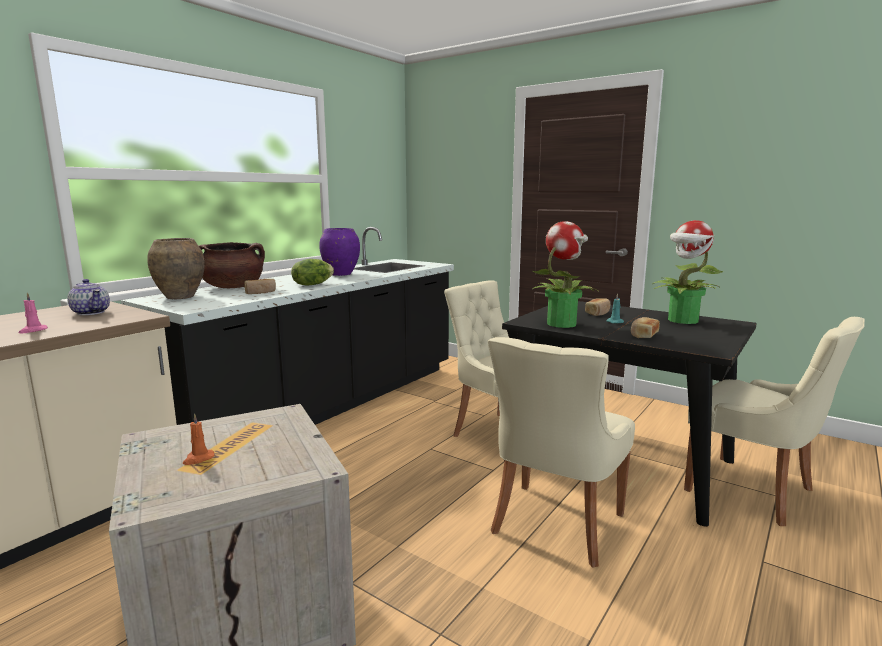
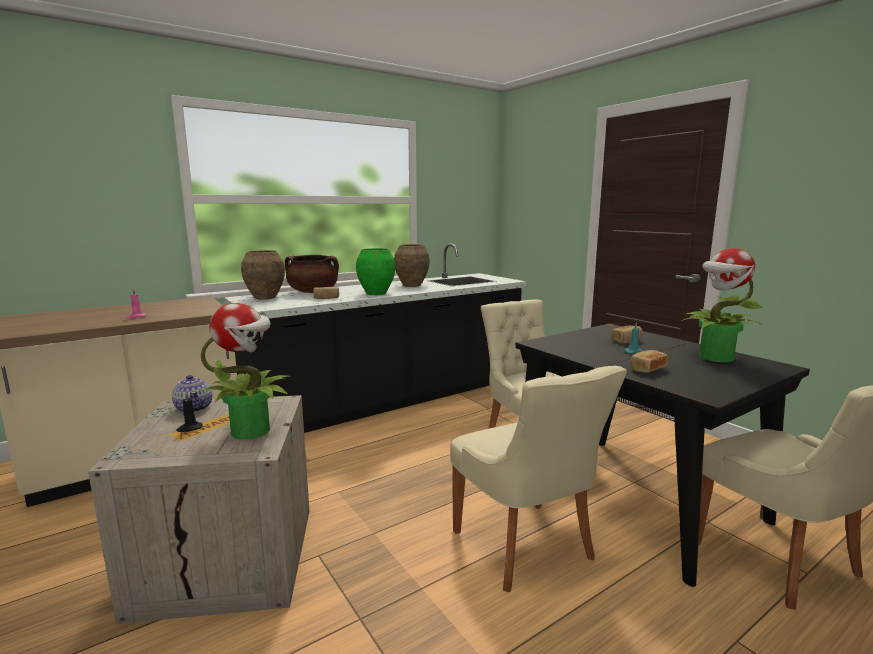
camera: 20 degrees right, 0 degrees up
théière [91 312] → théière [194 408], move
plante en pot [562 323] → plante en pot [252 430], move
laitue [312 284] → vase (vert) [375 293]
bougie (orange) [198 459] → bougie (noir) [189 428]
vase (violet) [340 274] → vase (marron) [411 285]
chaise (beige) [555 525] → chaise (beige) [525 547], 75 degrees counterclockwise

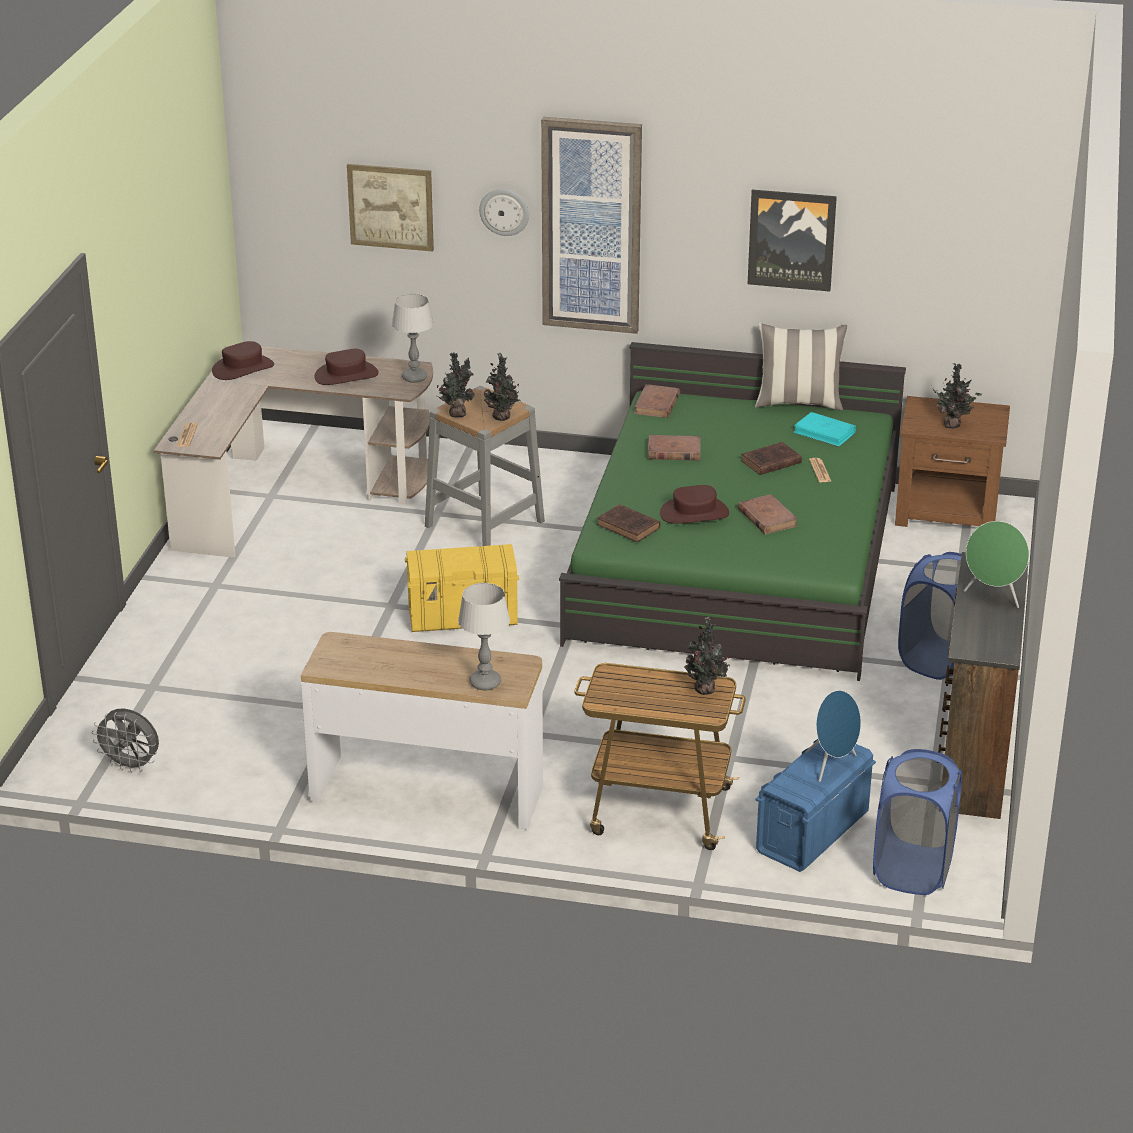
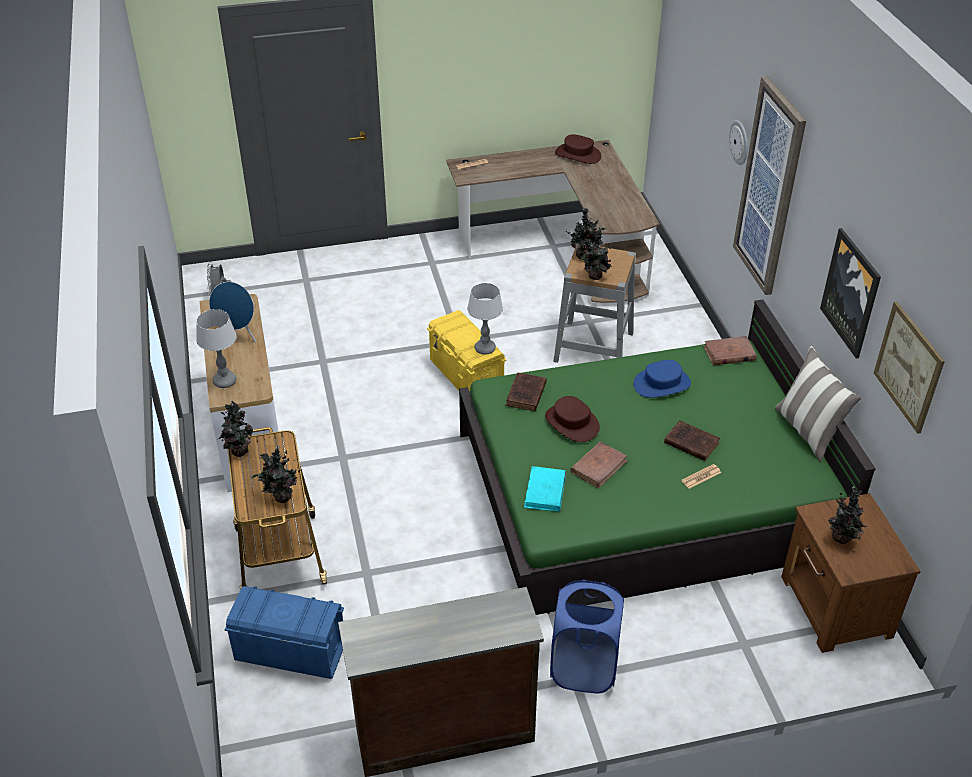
camera: 65 degrees right, 10 degrees up
chapeau (marron) [346 375] → -
panier à linge (bleu) [913 870] → -
enceinte (vert) [993 596] → -
- → plante en pot [238 451]
tableau [390 207] → tableau [908 367], move
lampe de table [414 377] → lampe de table [485 348], move
livre (turquoise) [824 432] → livre (turquoise) [545 491], move
enceinte (bleu) [832 765] → enceinte (bleu) [238 335], move
livre (marron) [673 451] → chapeau (bleu) [662 384]

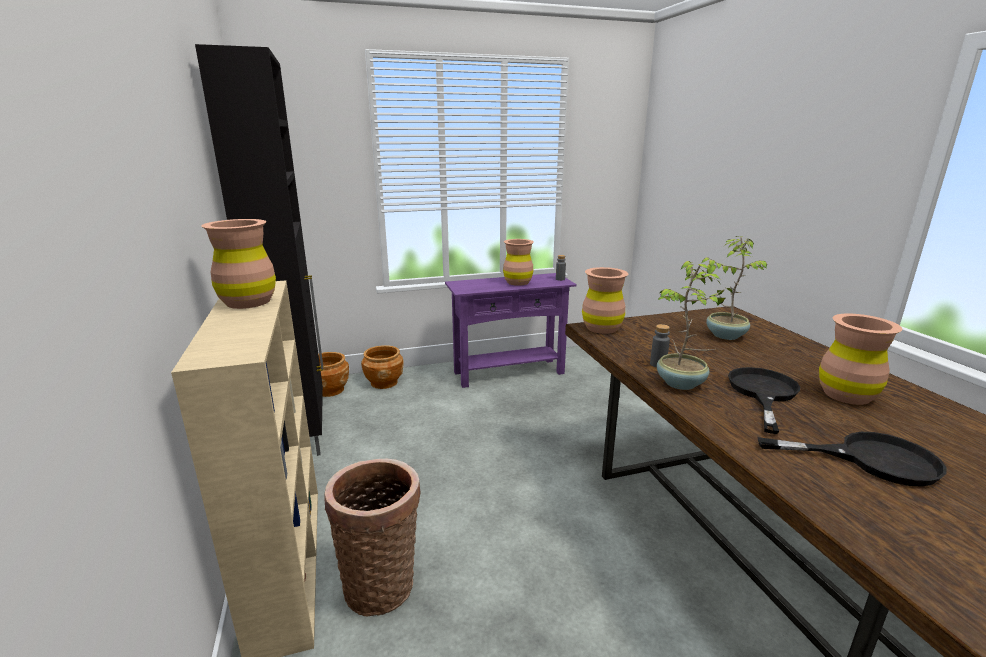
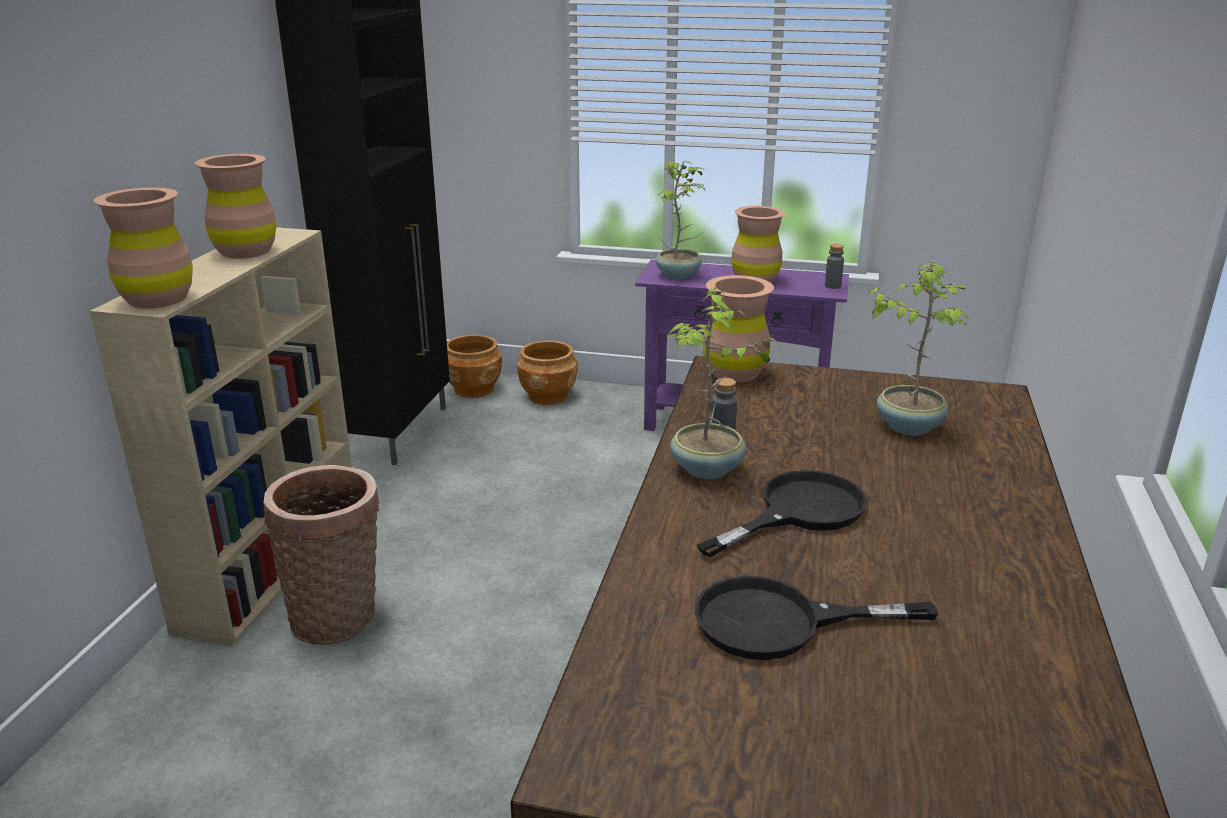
camera: 30 degrees right, 5 degrees up
- → plante en pot [679 275]
vase (marron) [846 395] → vase (marron) [157 299], move
poêle (noir) [870 459] → poêle (noir) [780 622], 135 degrees clockwise

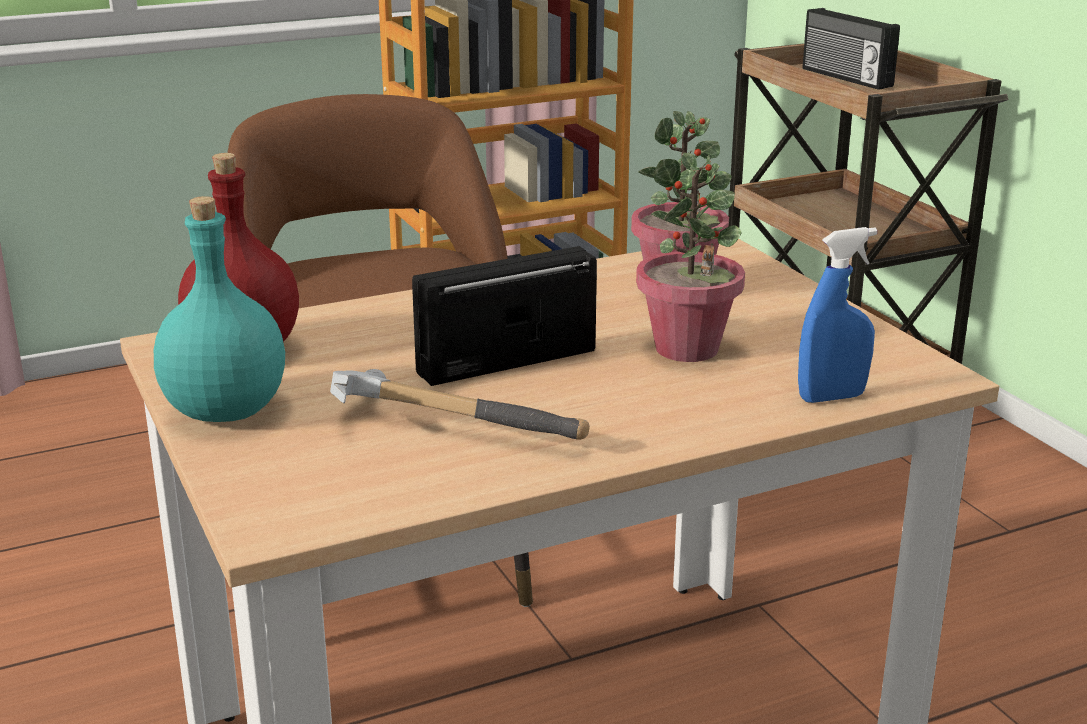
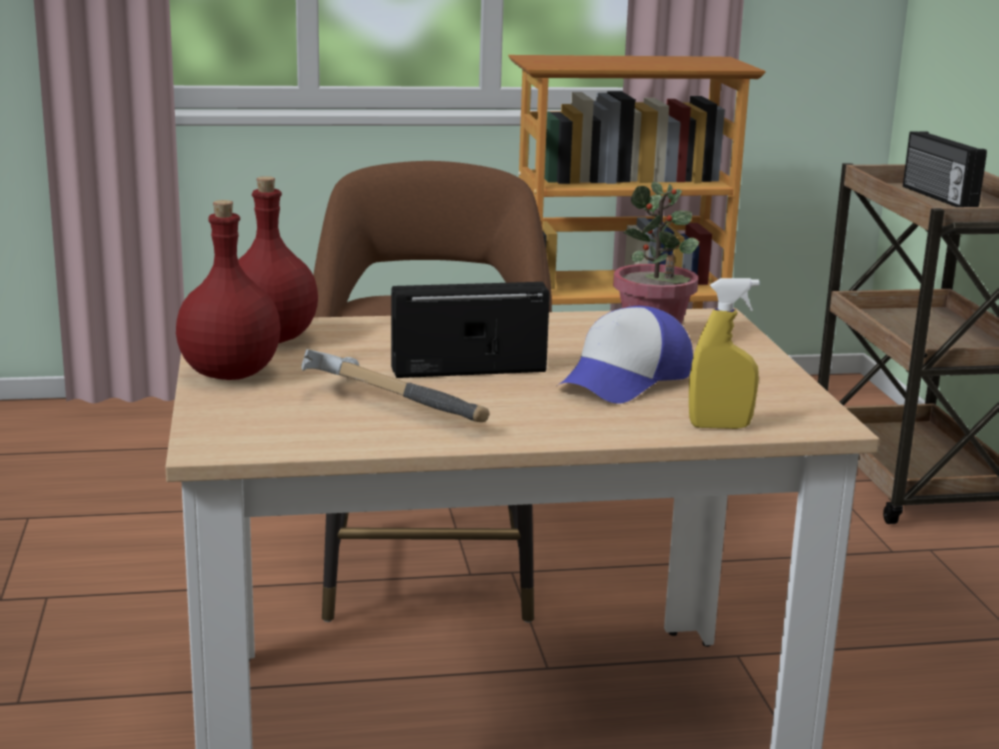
camera: 15 degrees right, 5 degrees down
plante en pot [687 349] → casquette [625 380]
bouteille (turquoise) [223 410] → bouteille (rouge) [229 373]
vaporisateur (bleu) [831 397] → vaporisateur (jaune) [719 426]

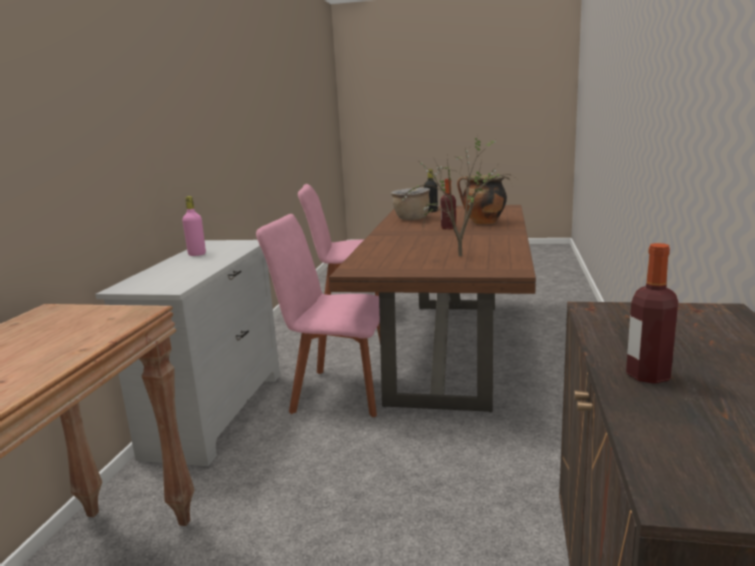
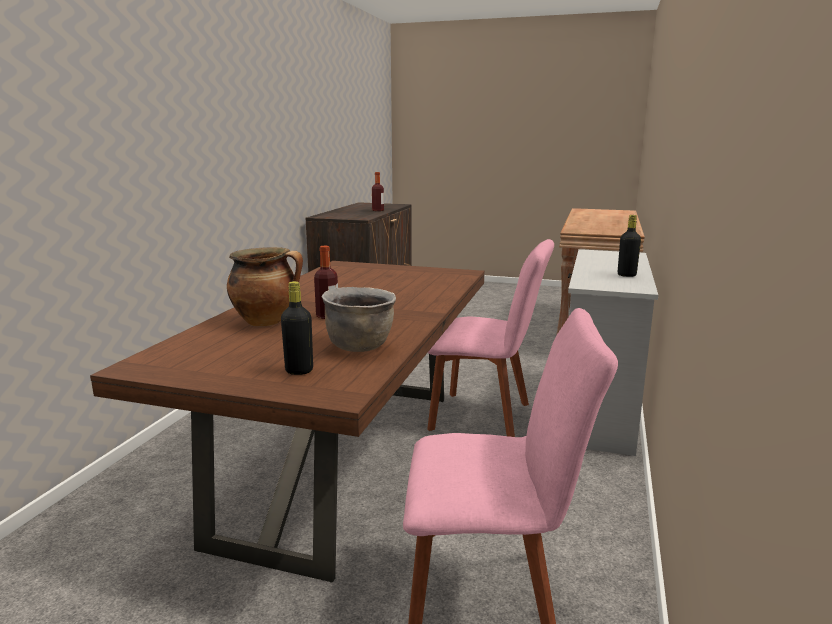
camera: 175 degrees left, 0 degrees up
plante en pot [459 254] → -
bouteille (rose) [197 254] → bouteille (noir) [626 275]

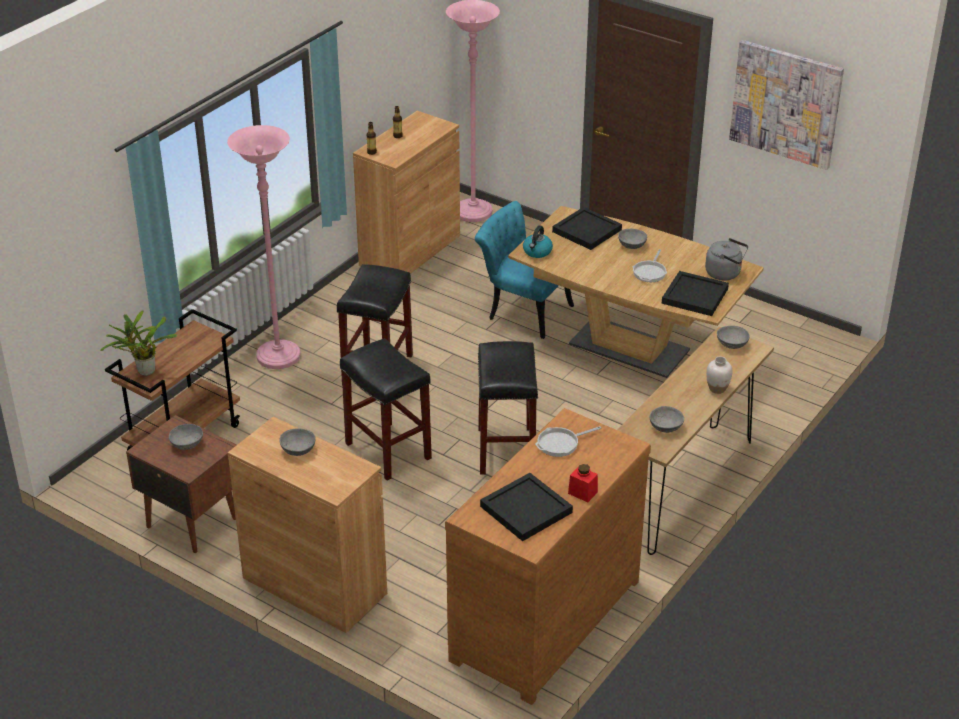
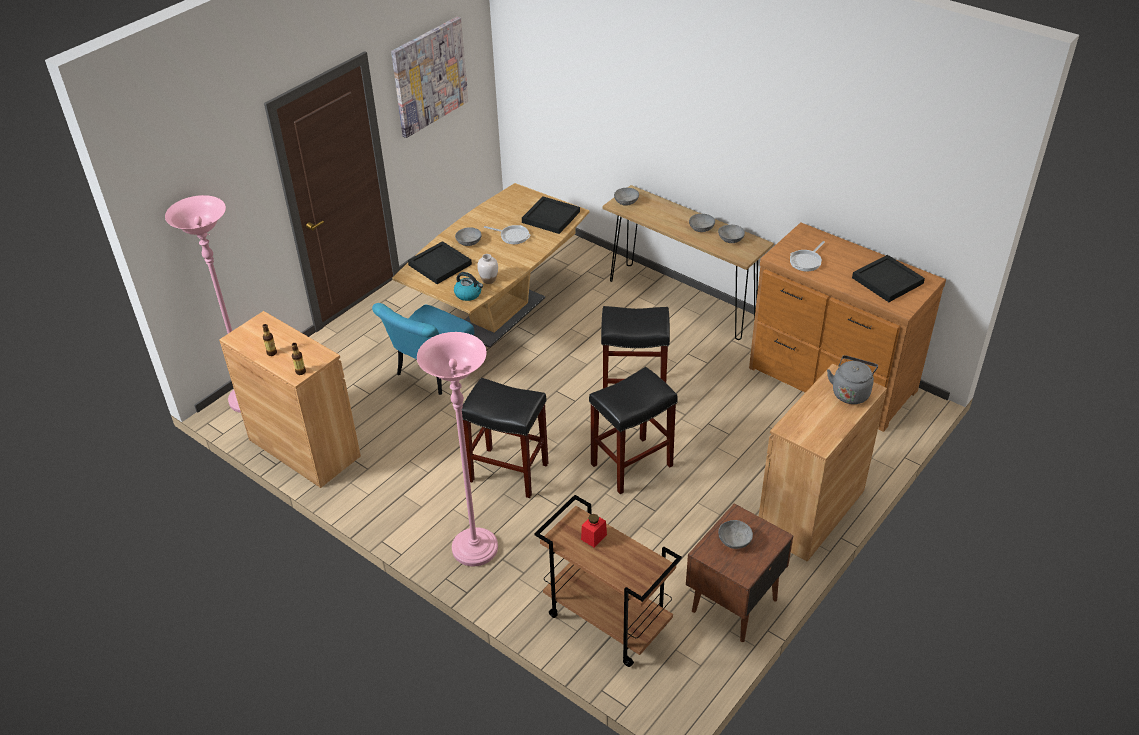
camera: 85 degrees left, 5 degrees up
plante en pot [144 371] → -
bol (gris) [297 450] → bol (gris) [701 228], move
bocal (rouge) [582 493] → bocal (rouge) [594 537], move
bouilloire (gris) [725 273] → bouilloire (gris) [851 392], move
vase (blanc) [717 389] → vase (blanc) [488 280], move
poêle [561 443] → poêle [806 261], 60 degrees clockwise

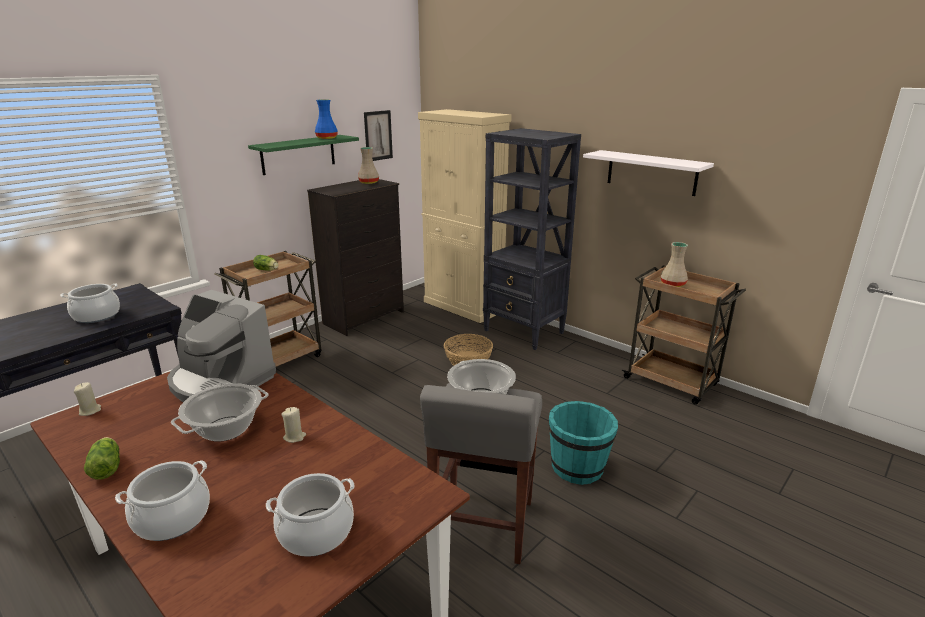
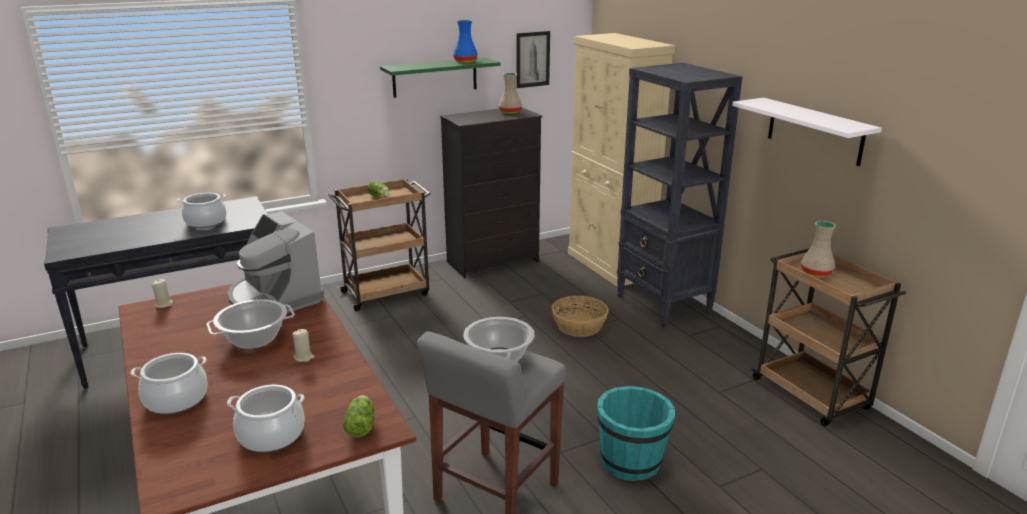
camera: 20 degrees right, 0 degrees up
laitue [107 466] → laitue [361 425], move

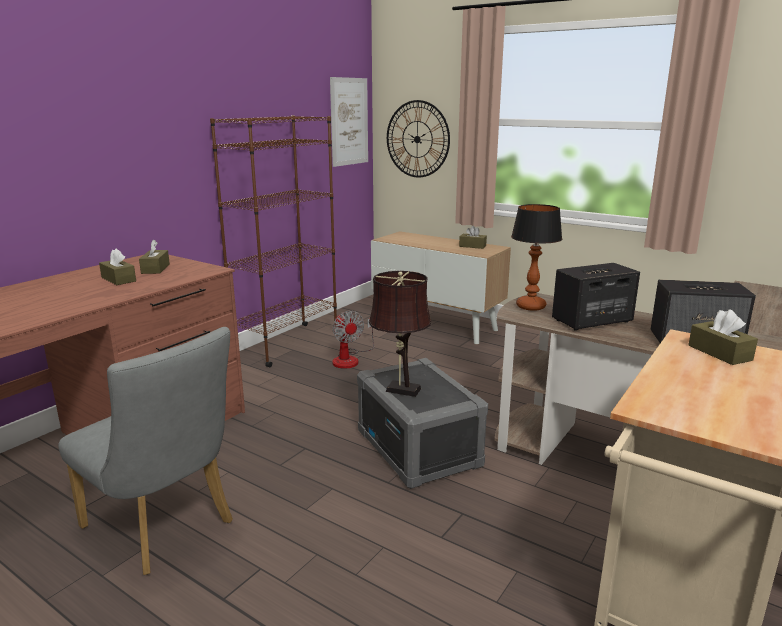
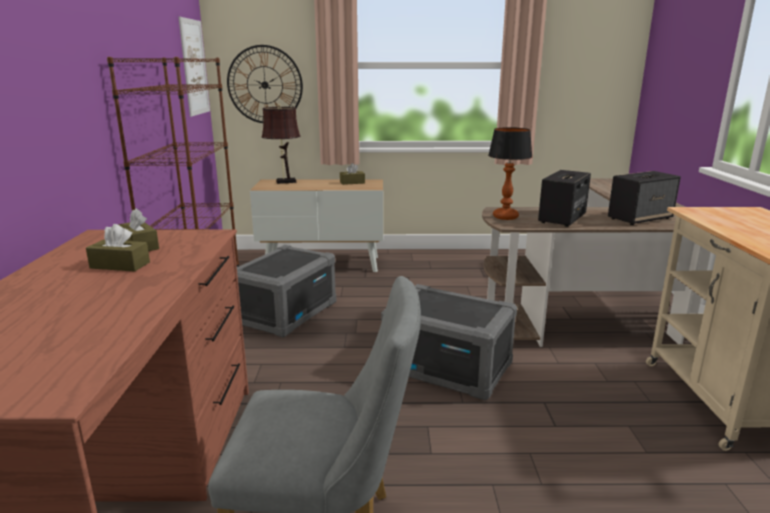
camera: 35 degrees left, 0 degrees up
boîte à mouchoirs (marron) [719 353] → -
lampe de table (marron) [400 389] → lampe de table (marron) [284 182], move
ventilateur [350 359] → boîte de rangement (gris) [285 312]

